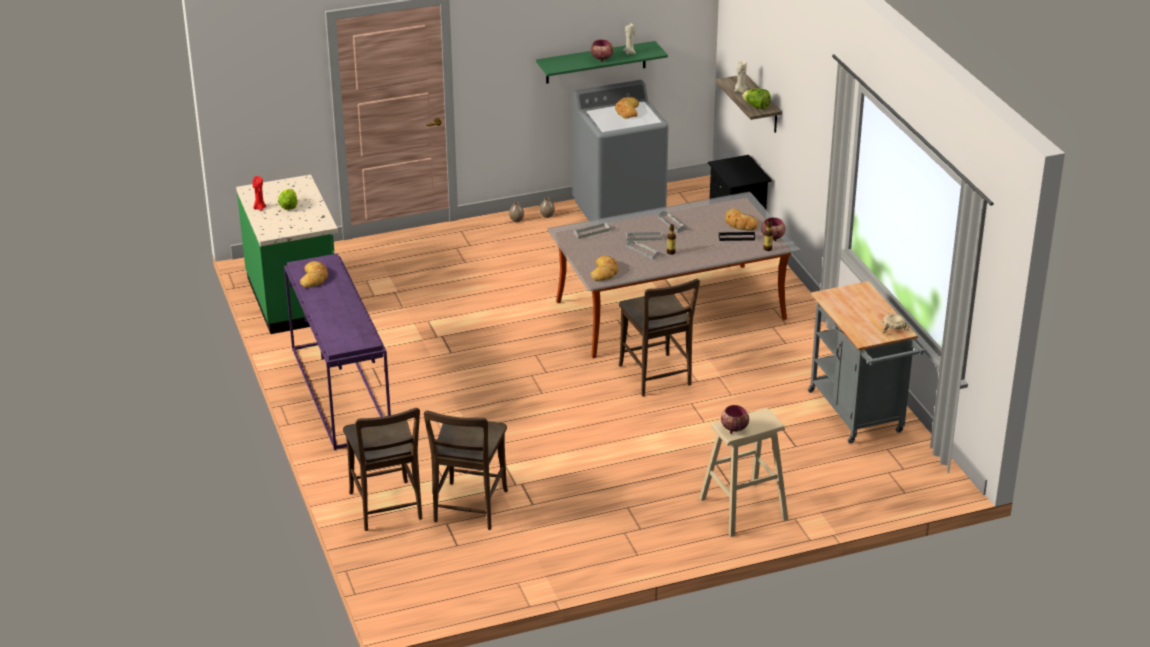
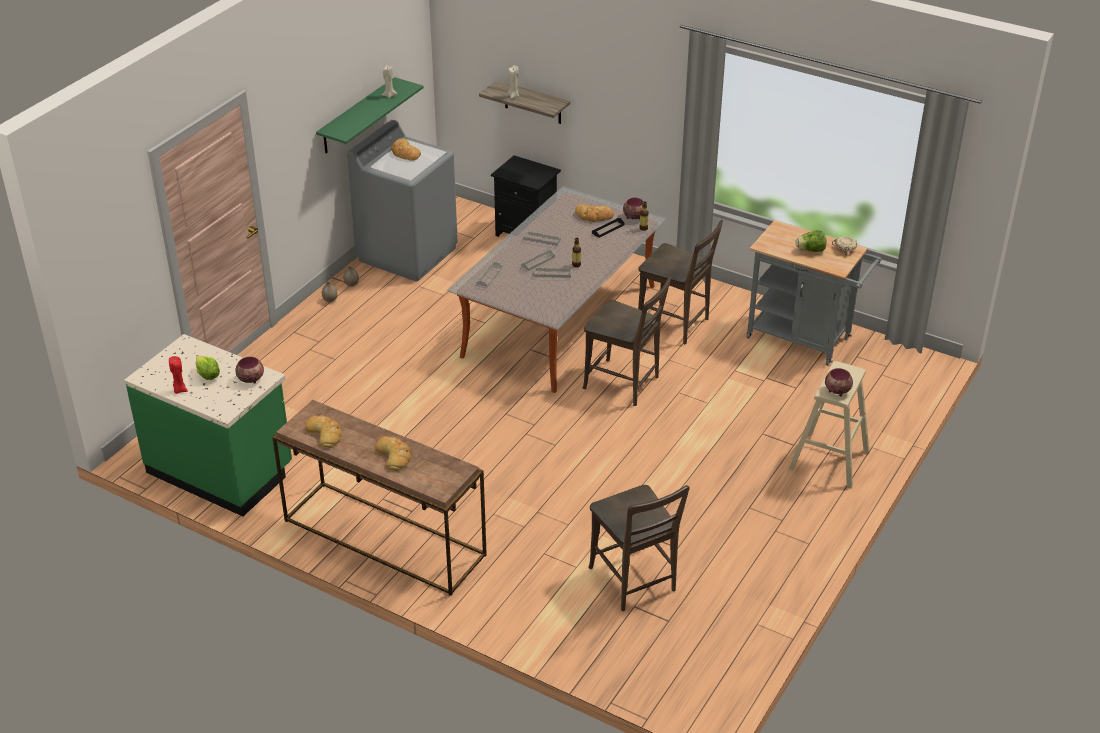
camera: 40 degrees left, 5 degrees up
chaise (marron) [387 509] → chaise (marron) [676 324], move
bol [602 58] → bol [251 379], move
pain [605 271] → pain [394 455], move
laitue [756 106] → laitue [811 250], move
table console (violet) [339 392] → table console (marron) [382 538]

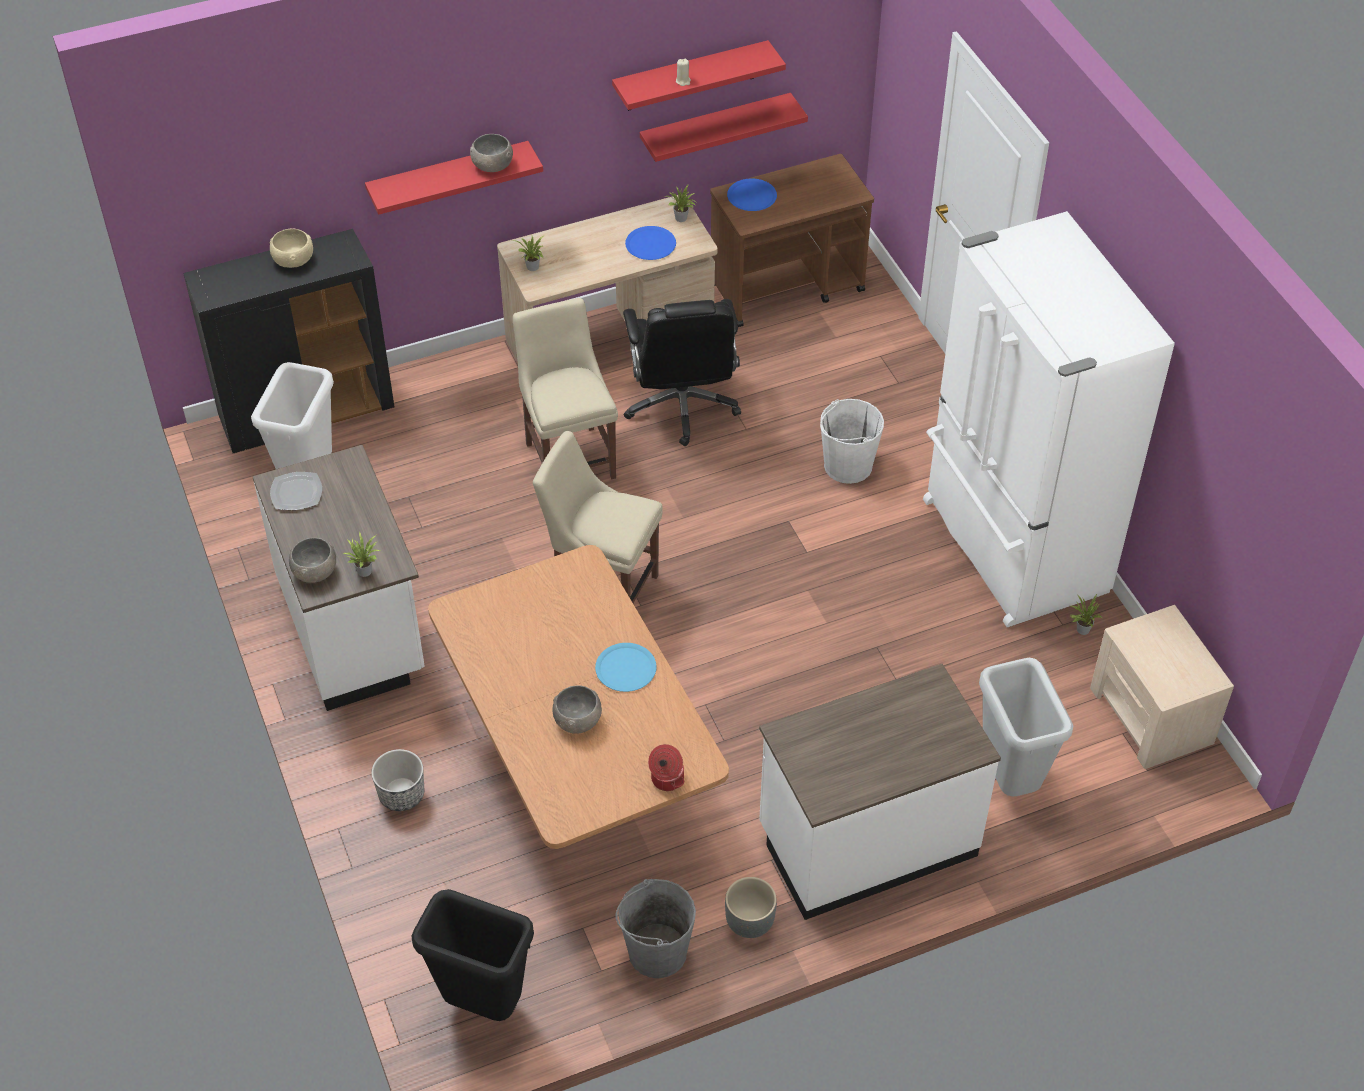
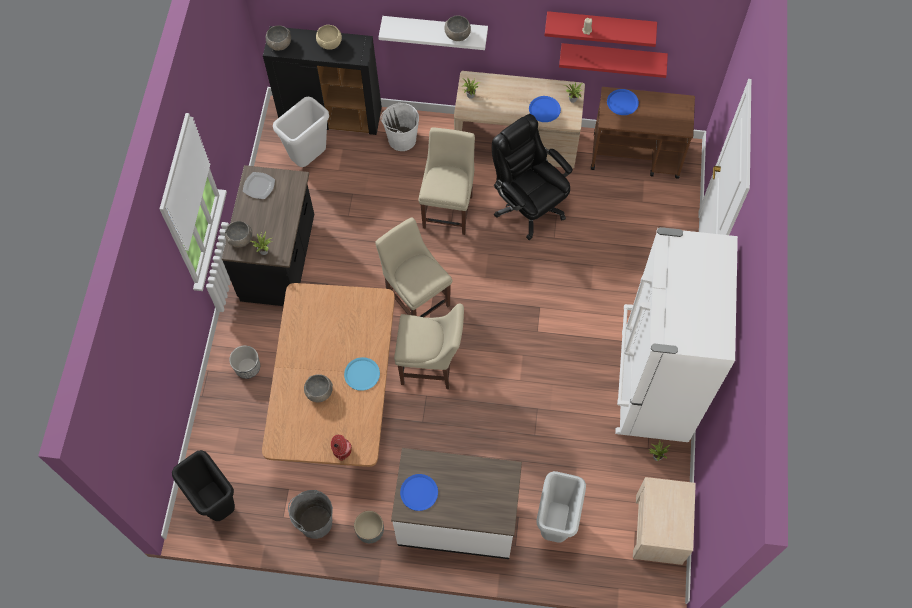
camera: 30 degrees right, 15 degrees up
- → bol (gris) [280 44]
- → chaise (beige) [431 366]
- → assiette (bleu) [419 492]
seau (blanc) [847 465] → seau (blanc) [402 139], move
comptoir de cuisine (blanc) [354 628] → comptoir de cuisine (noir) [280 260]
étagère (rouge) [449 177] → étagère (blanc) [435 29]
chaise de bureau (noir) [682 406] → chaise de bureau (noir) [528 206], 120 degrees clockwise

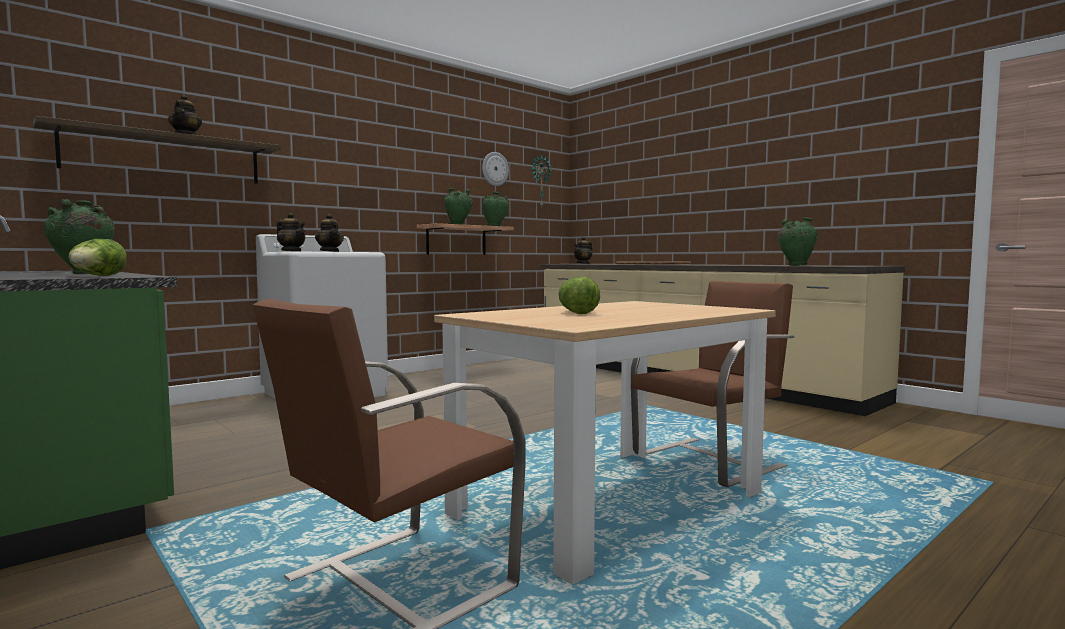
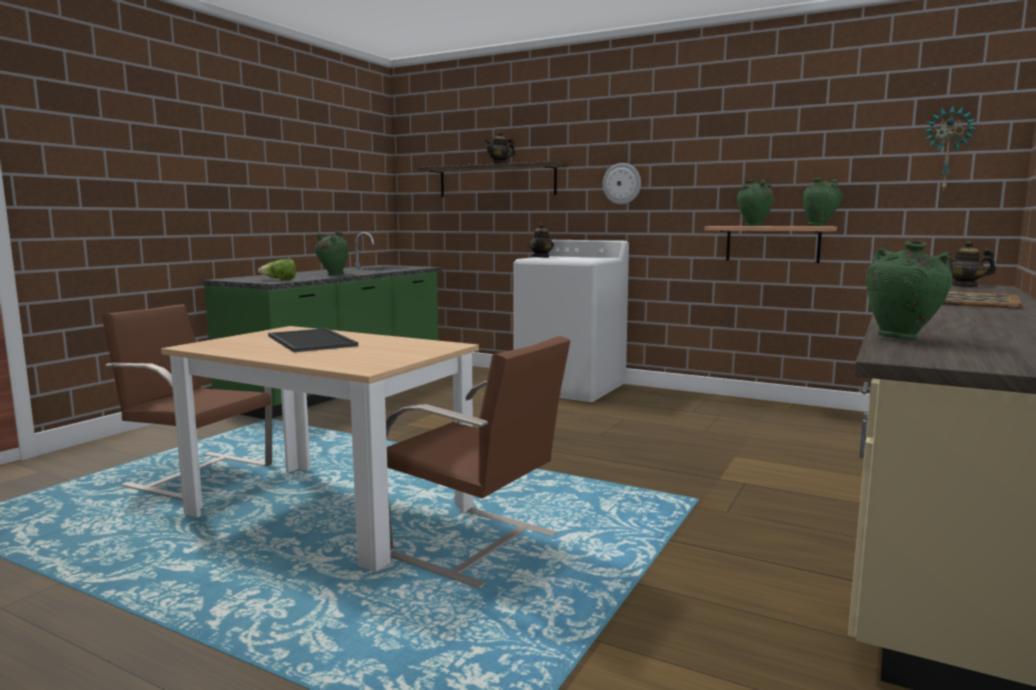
camera: 70 degrees right, 5 degrees up
théière [330 251] → -
horloge murale [494 169] → horloge murale [622 183], move
laitue [576 312] → plateau [309 341]

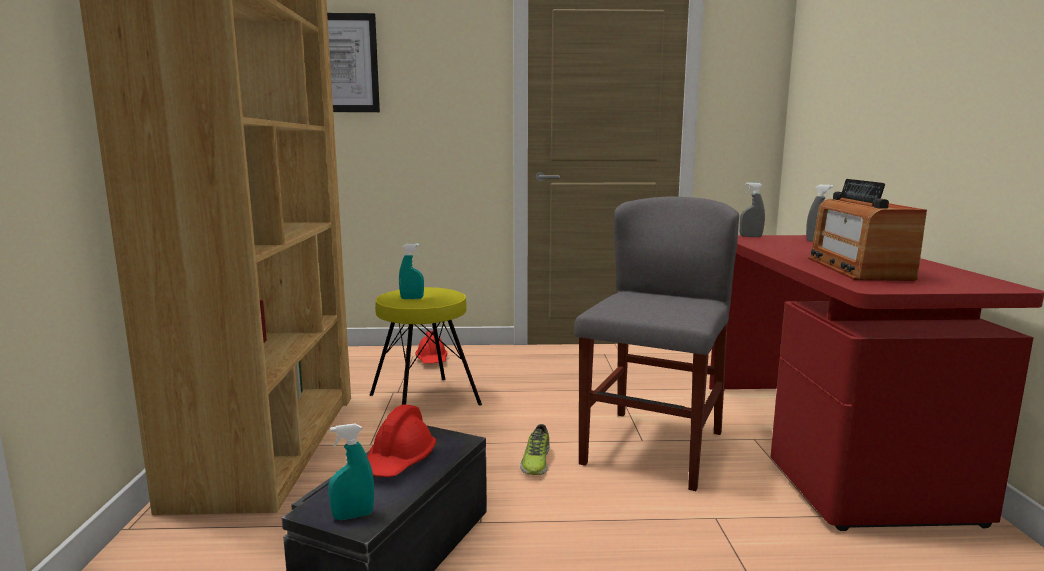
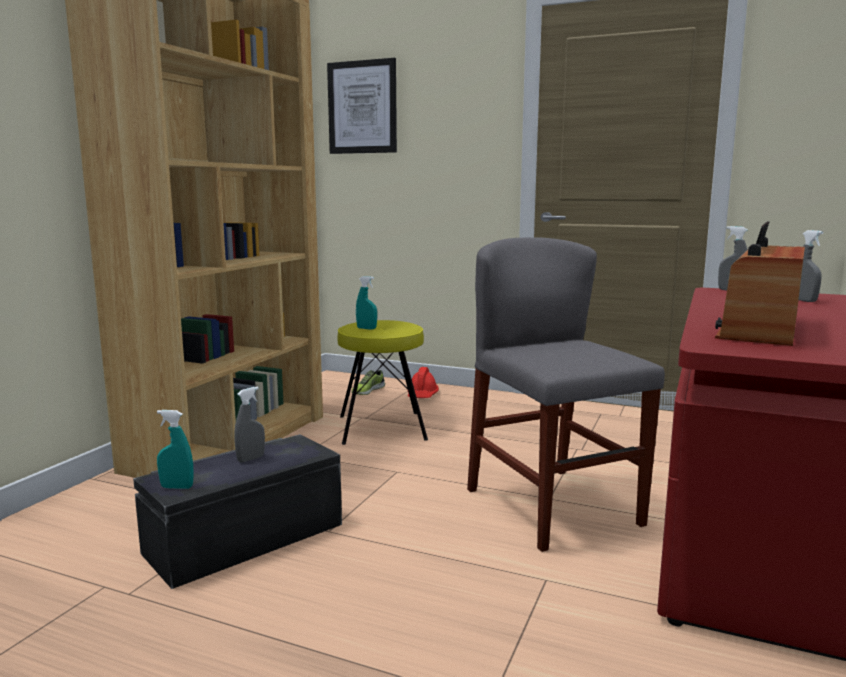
camera: 25 degrees right, 0 degrees up
chaussure [535 461] → chaussure [367 391], move
casque de chantier (rouge) [398 462] → vaporisateur (gris) [251 459]
chaise (gris) [653 448] → chaise (gris) [552 507], 75 degrees counterclockwise

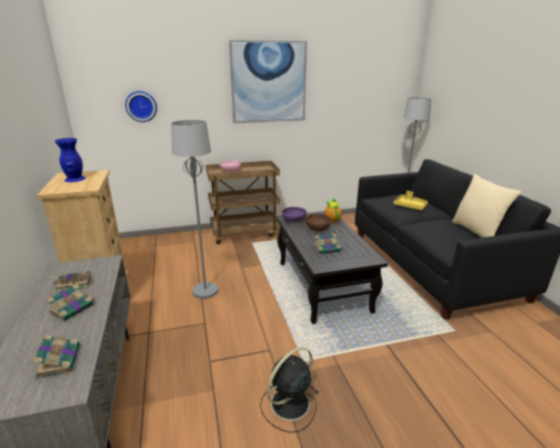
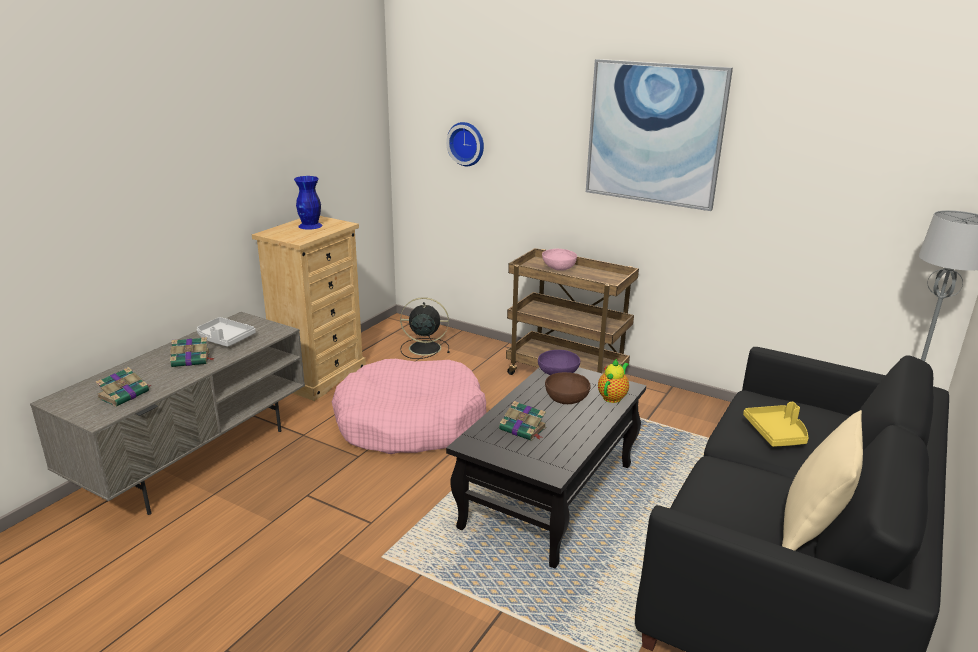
camera: 45 degrees right, 0 degrees up
ventilateur (noir) [288 404] → ventilateur (noir) [423 348], move
livre [73 284] → plateau (gris) [224 339]
lampadaire (gris) [205 291] → panier pour chien (rose) [410 423]

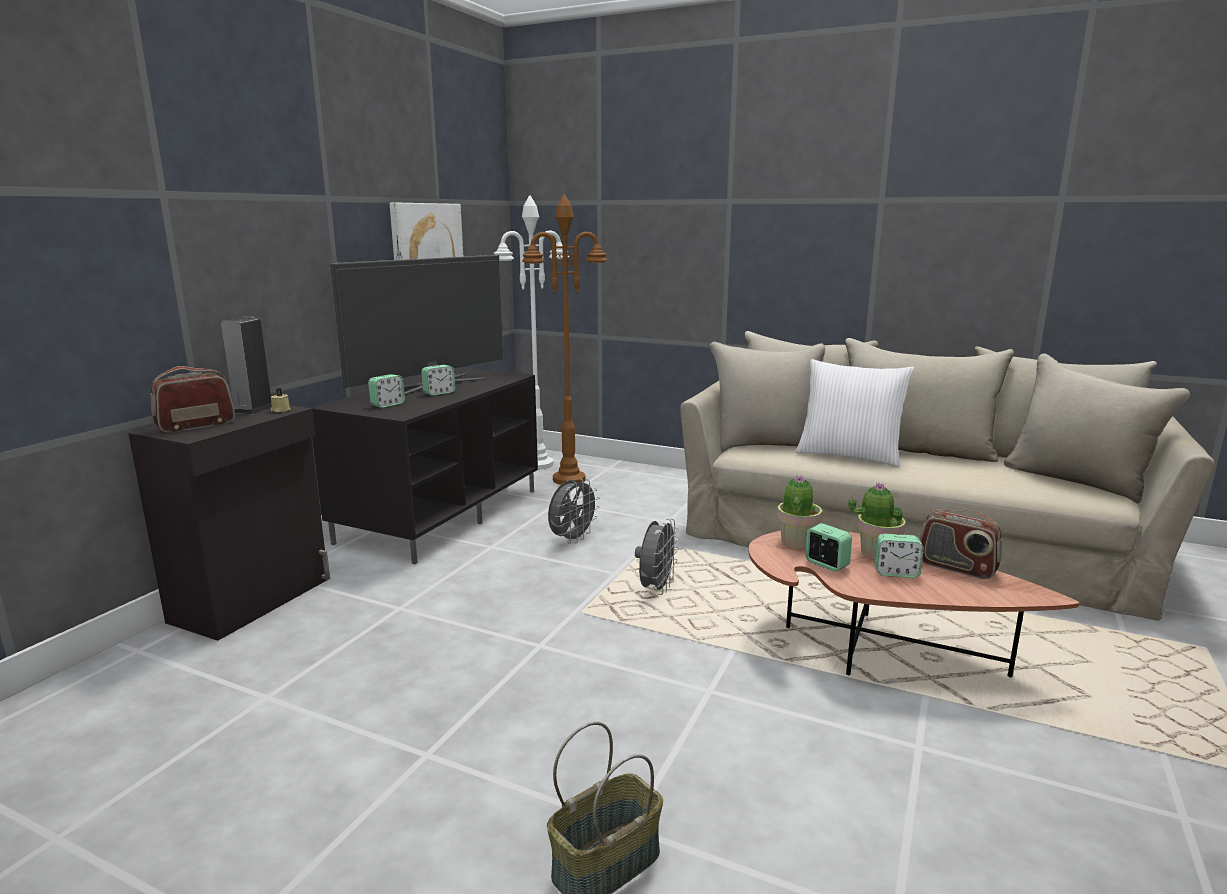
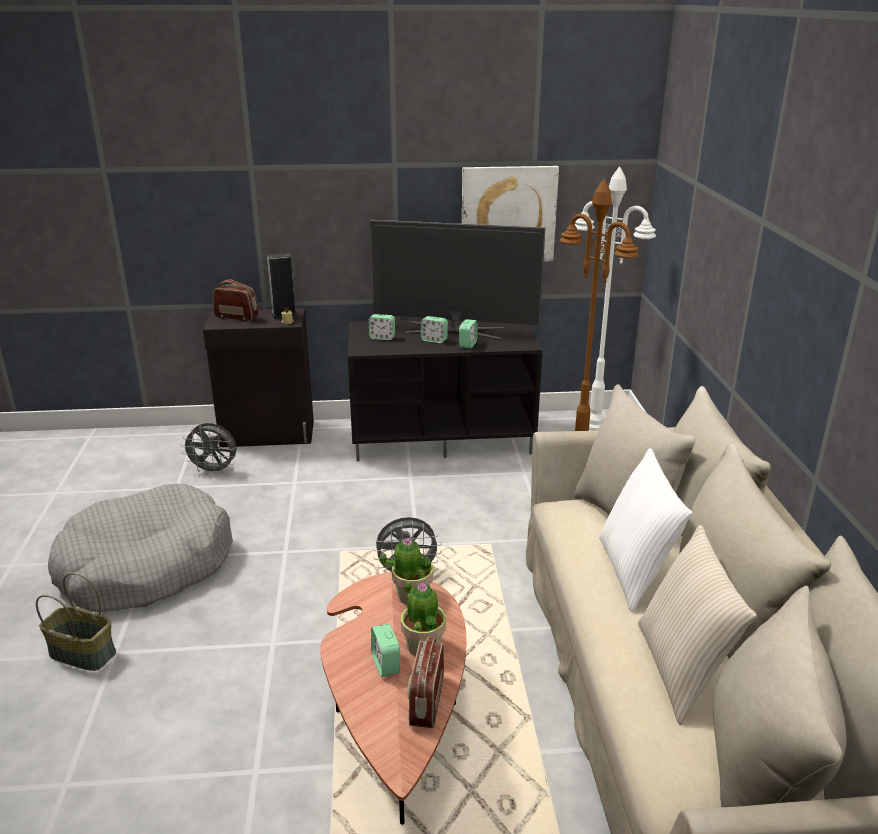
camera: 60 degrees right, 10 degrees up
- → panier pour chien (gris) [146 566]
- → coussin (beige) [681 670]
ventilateur (gris) [572 539] → ventilateur (gris) [214 471], move
réveil [826 564] → réveil [468 344], move

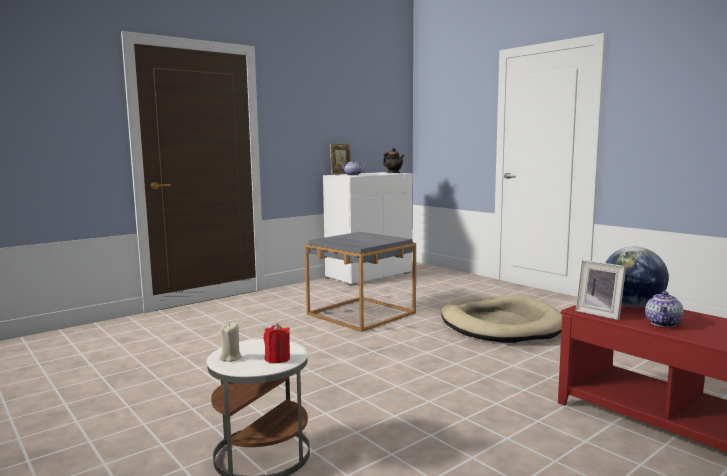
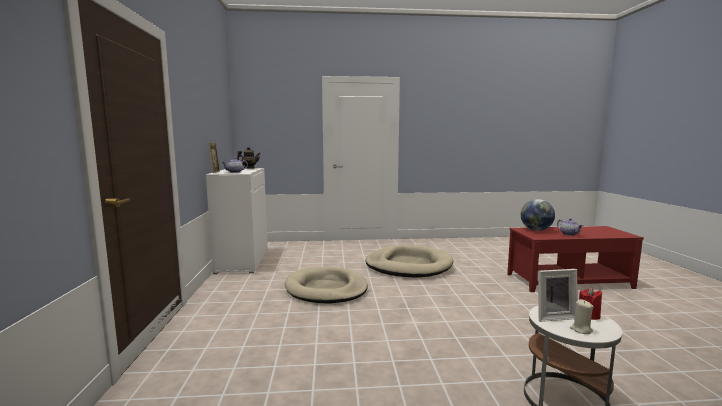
camera: 55 degrees left, 0 degrees up
cadre photo [600 313] → cadre photo [553 316], move
table d'appoint (gris) [361 313] → panier pour chien (beige) [326 289]

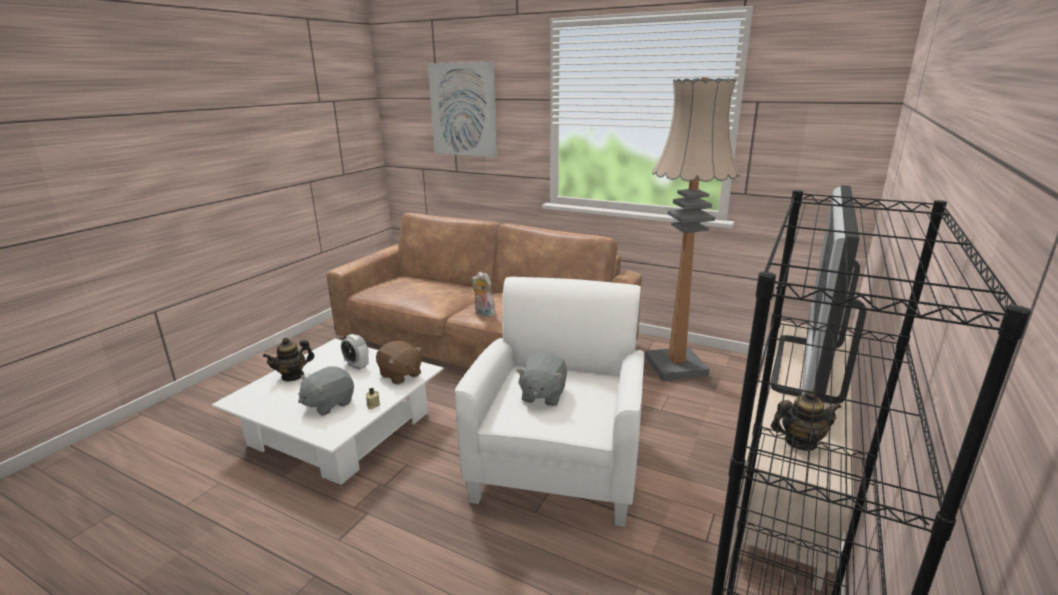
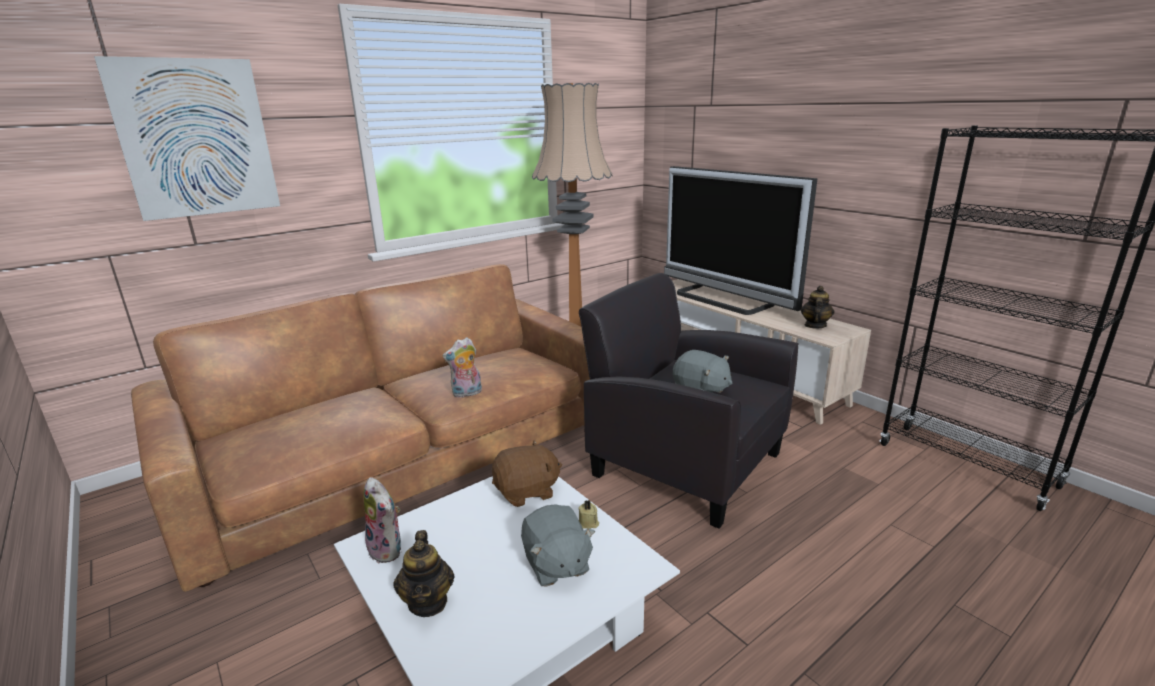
camera: 65 degrees left, 0 degrees up
réveil [357 365] → -
- → peluche [388 549]
fauteuil (blanc) [558 464] → fauteuil (noir) [685 463]

